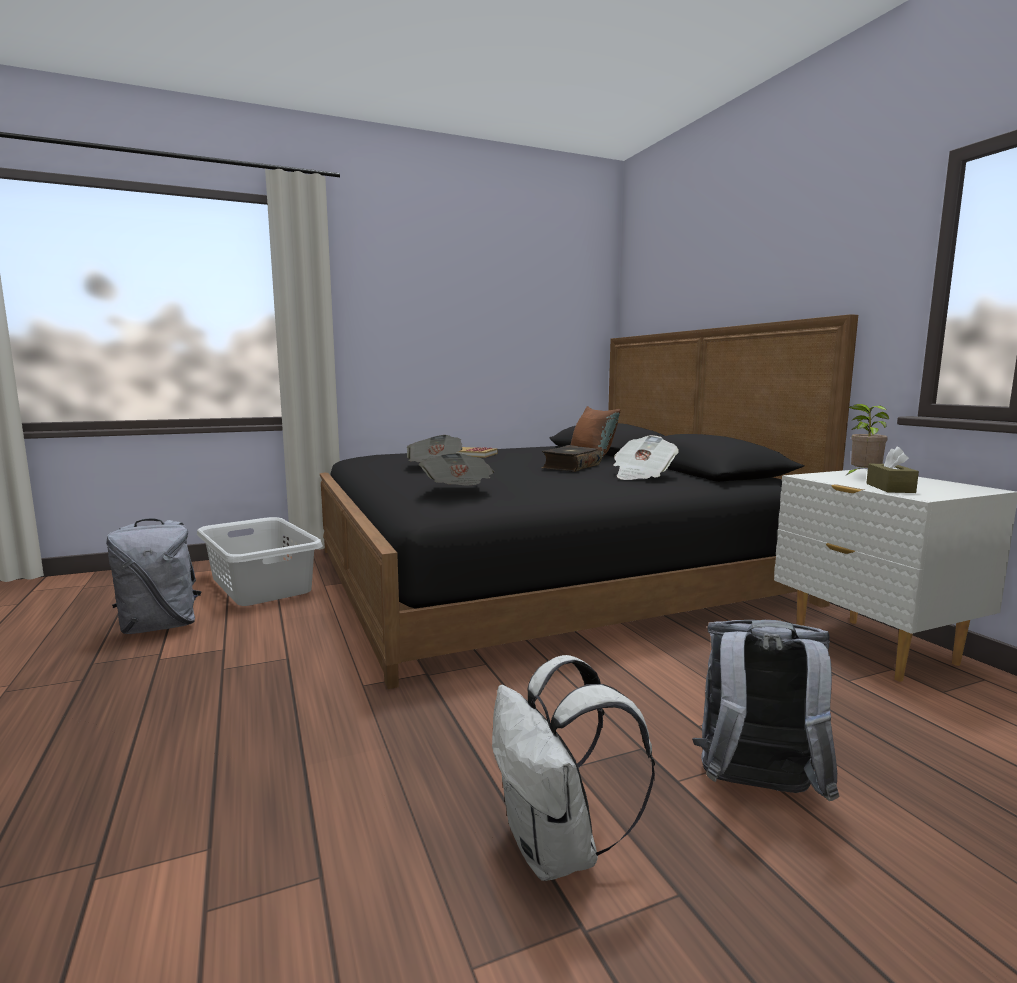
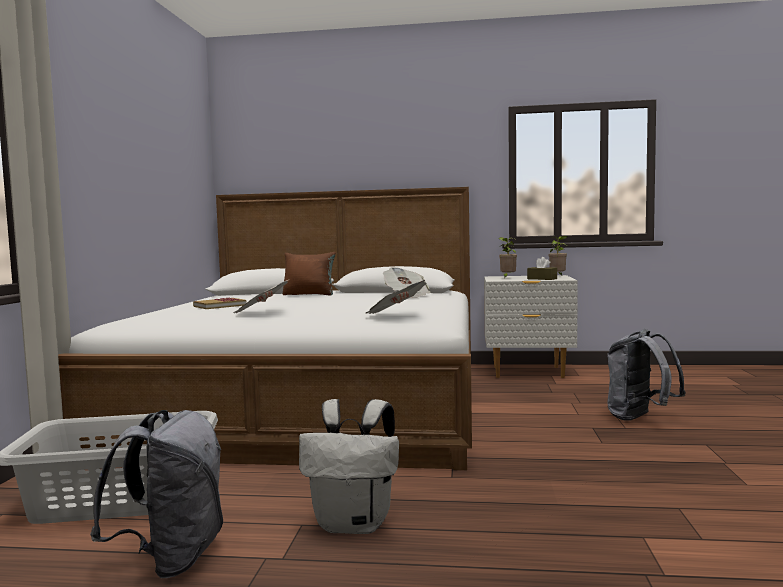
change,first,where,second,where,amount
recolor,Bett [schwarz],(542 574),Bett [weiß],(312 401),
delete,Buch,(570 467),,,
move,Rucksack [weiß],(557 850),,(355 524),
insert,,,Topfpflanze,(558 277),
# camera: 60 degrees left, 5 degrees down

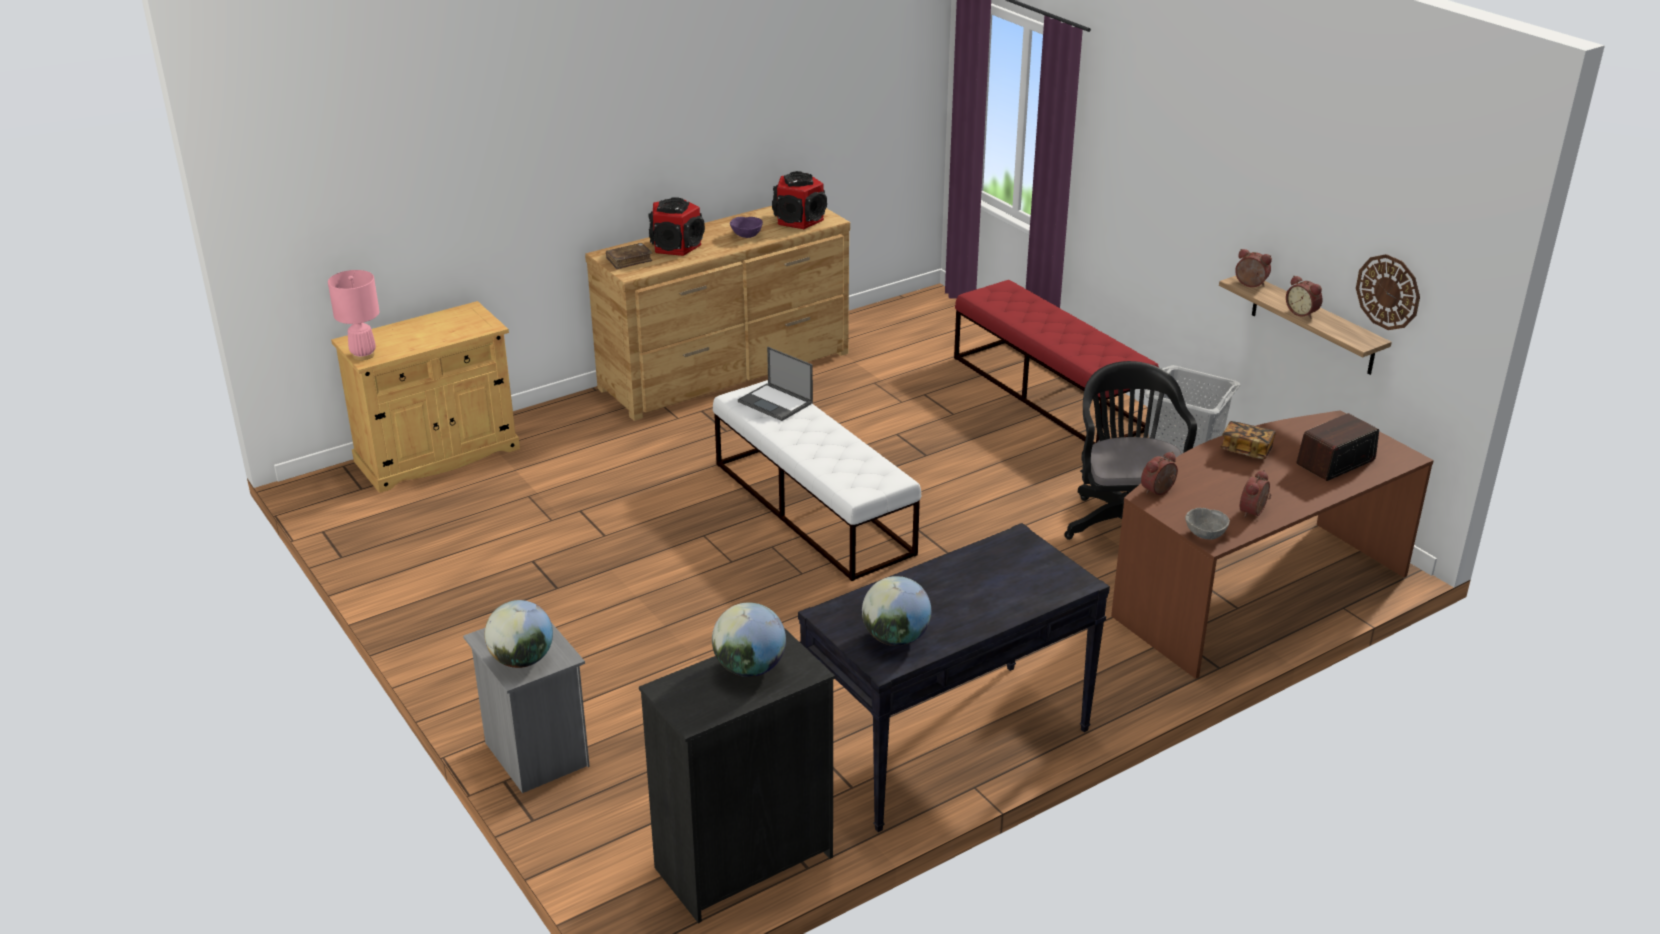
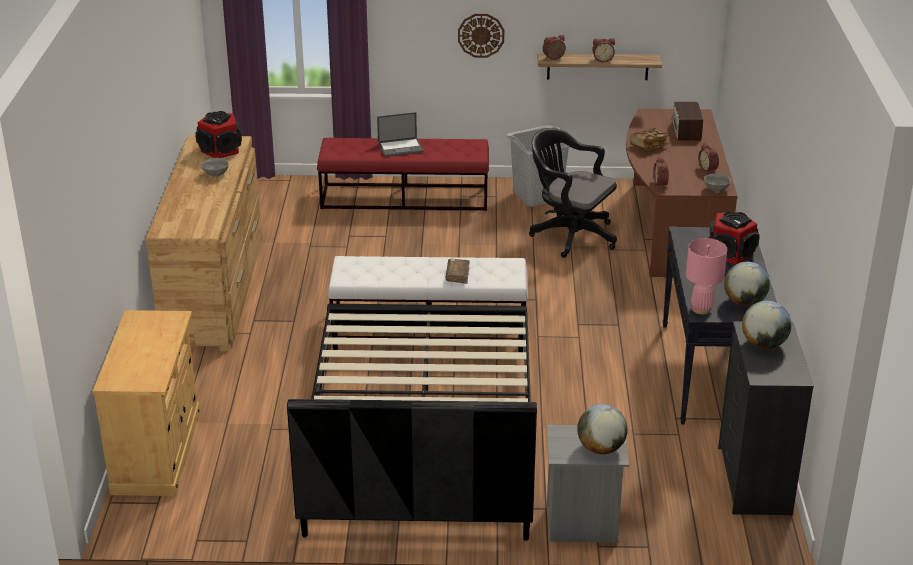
change,first,where,second,where,amount
move,Lautsprecher,(676 246),,(730 253),
recolor,Schüssel [lila],(746 236),Schüssel [grau],(215 174),
move,Buch [braun],(629 261),,(457 275),
move,Wanduhr,(1388 292),,(481 35),
move,Tischlampe [rosa],(363 355),,(701 309),
move,Laptop,(776 402),,(401 147),
insert,,,Bett [schwarz],(420 435),
# camera: 55 degrees left, 0 degrees up

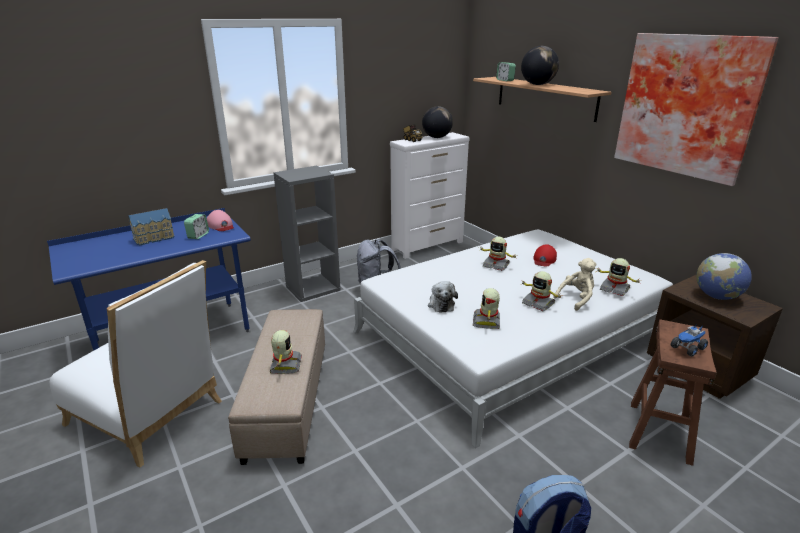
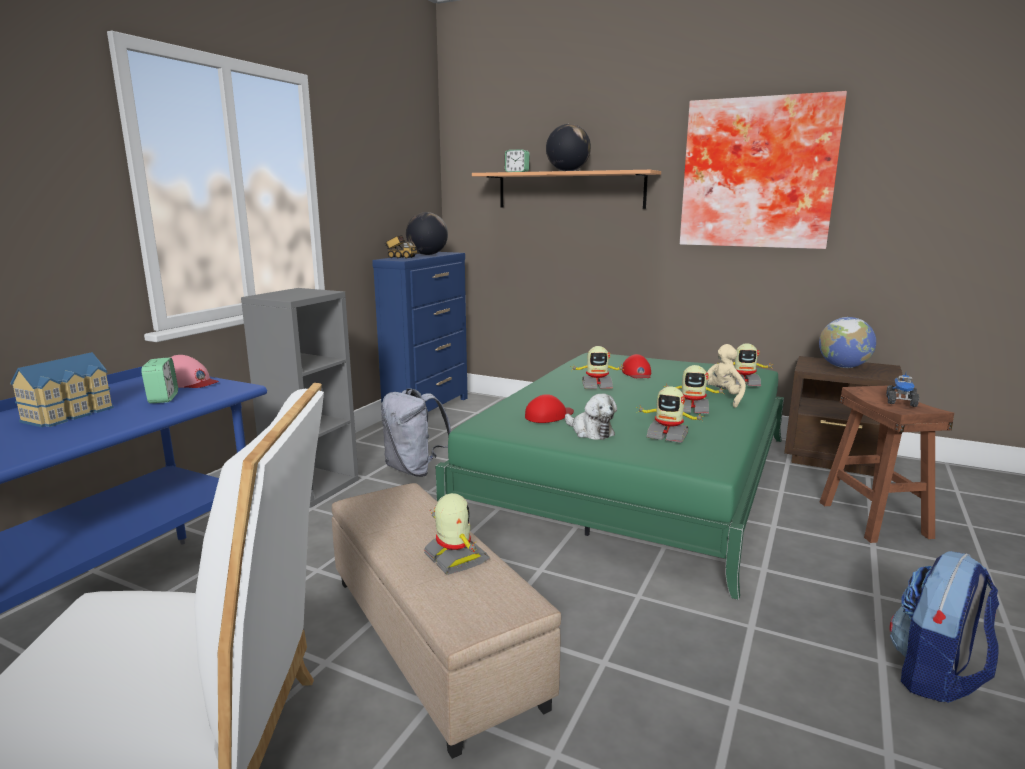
change,first,where,second,where,amount
recolor,Kommode [weiß],(428 246),Kommode [blau],(428 409),
recolor,Bett [weiß],(509 335),Bett [grün],(632 475),
rotate,Spielzeugroboter,(487 321),,(667 436),45 degrees counterclockwise
insert,,,Kappe [rot],(549 415),
# camera: 30 degrees left, 10 degrees down

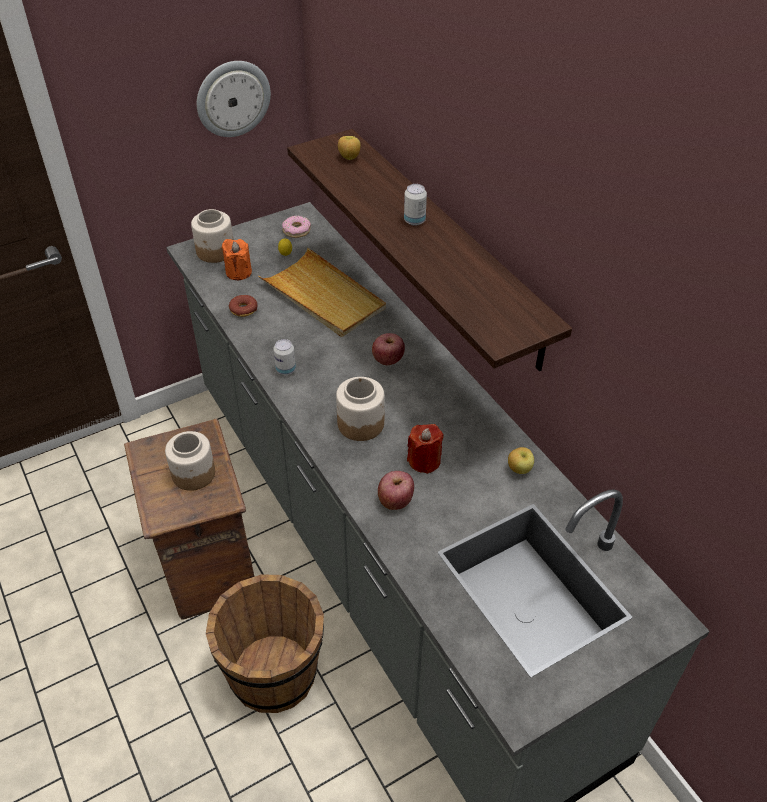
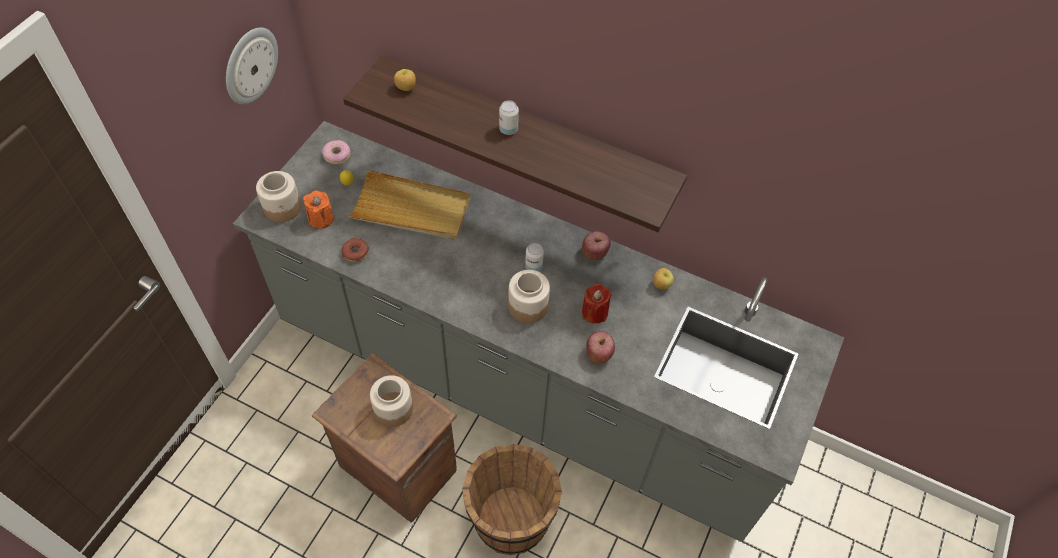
change,first,where,second,where,amount
move,Apfel,(388 360),,(594 253),
move,Dose,(285 370),,(533 266),
# camera: 35 degrees left, 10 degrees up

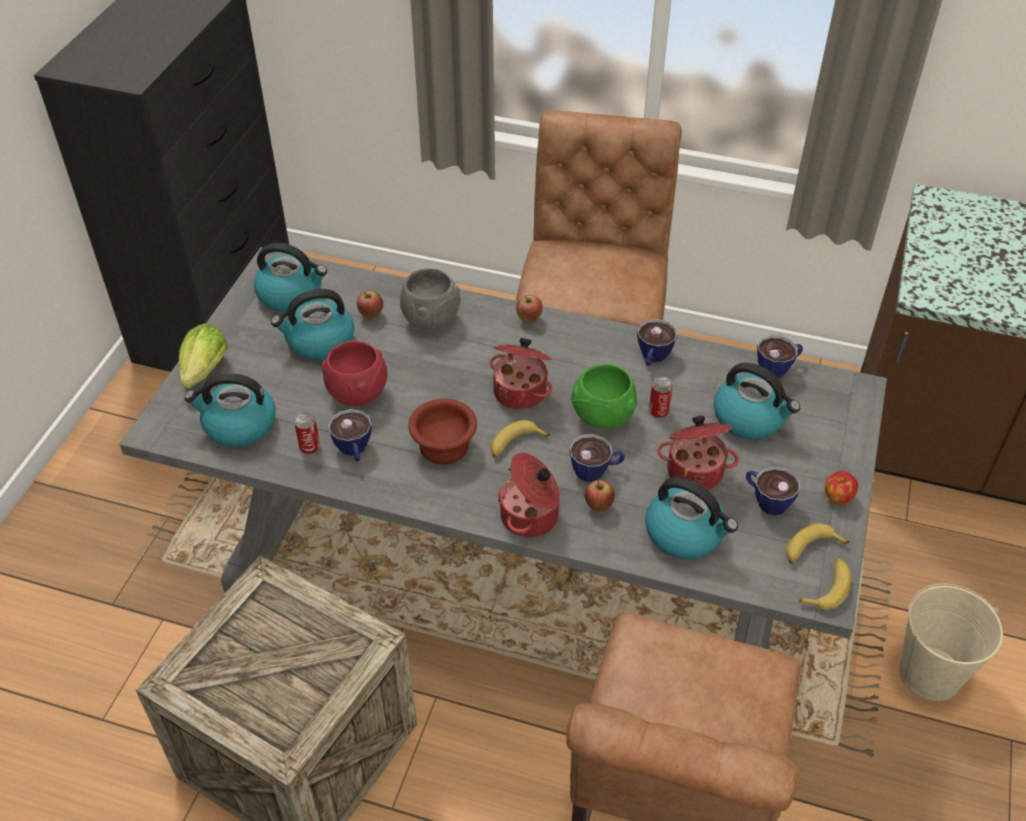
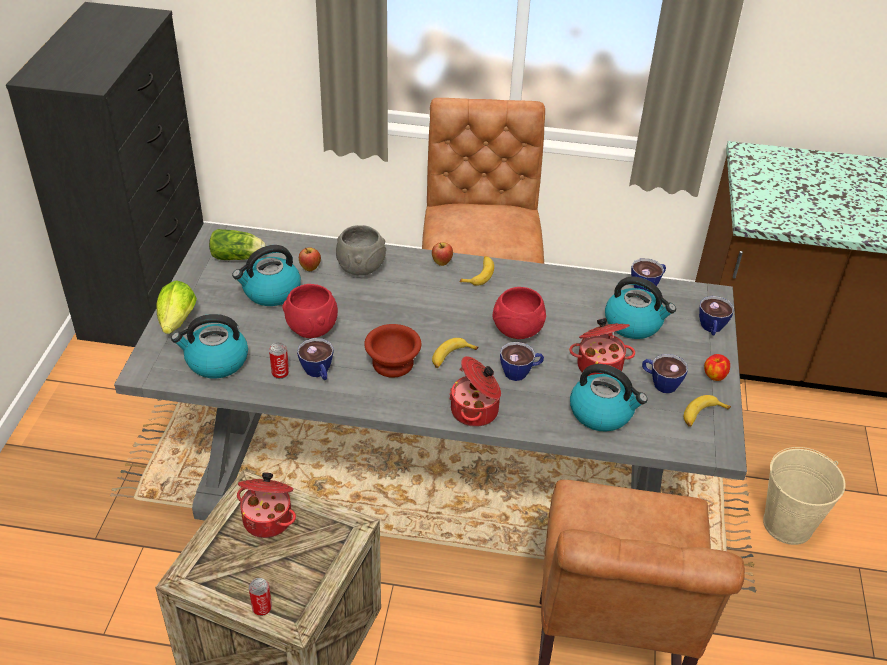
change,first,where,second,where,amount
replace,Wasserkessel,(291 294),Salatkopf,(239 257),
move,Tasse,(653 358),,(711 329),
move,Kochtopf,(521 391),,(268 518),
recolor,Schüssel [grün],(603 418),Schüssel [rot],(518 332),
move,Dose,(658 411),,(262 608),
delete,Apfel,(598 506),,,
move,Banane,(827 587),,(479 274),
# camera: 10 degrees left, 5 degrees down

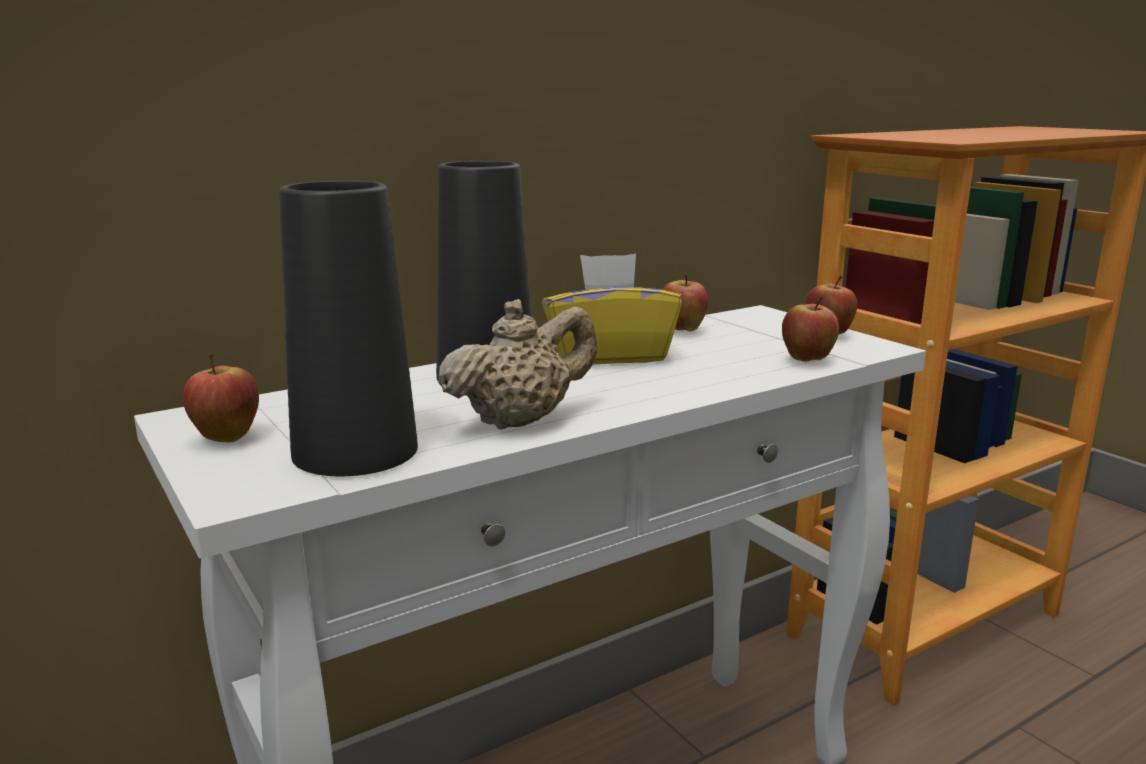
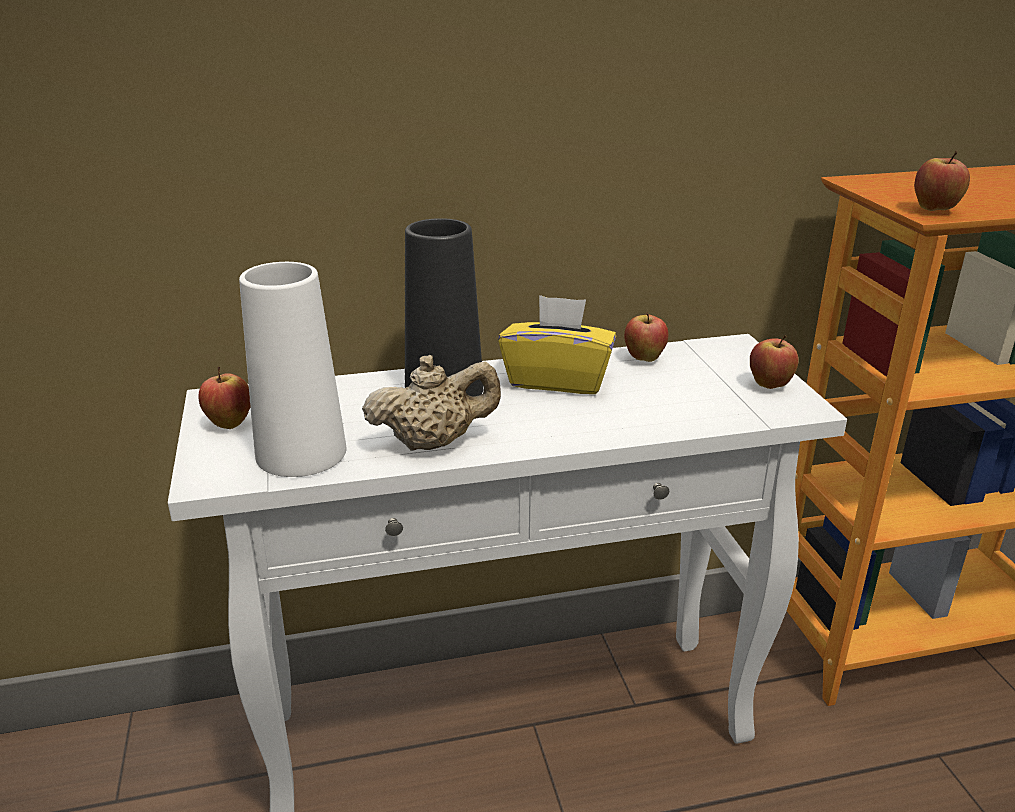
change,first,where,second,where,amount
recolor,Vase [schwarz],(355 451),Vase [weiß],(301 453),
move,Apfel,(807 361),,(935 211),
# camera: 20 degrees right, 10 degrees up

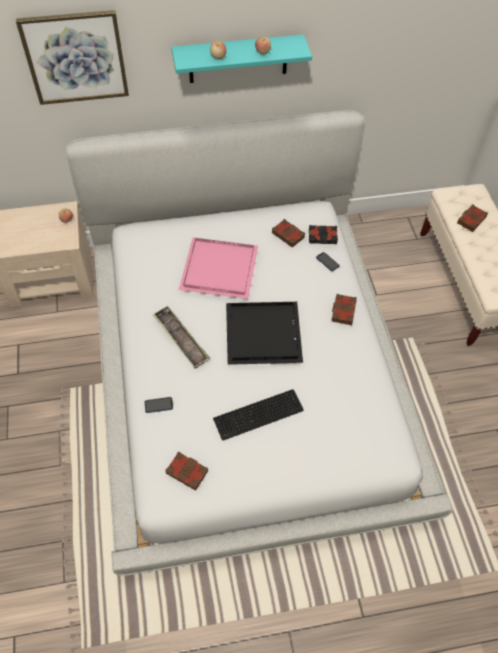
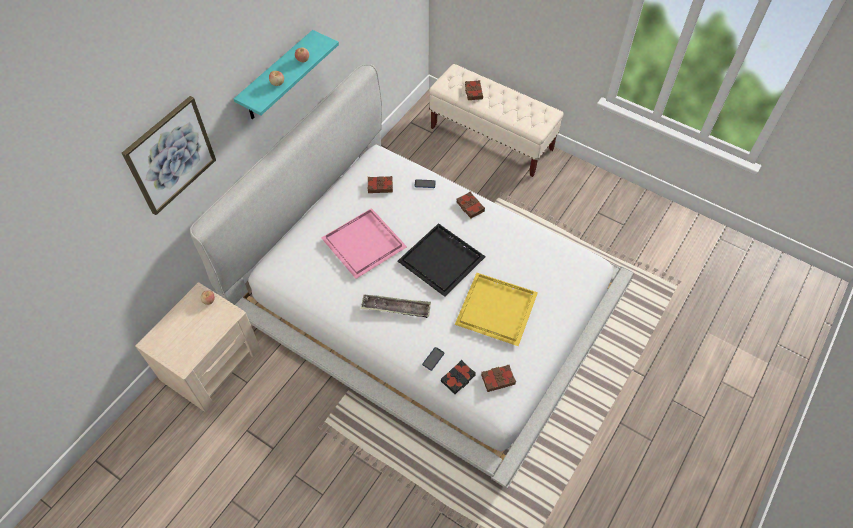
change,first,where,second,where,amount
move,Buch [schwarz],(322 237),,(458 378),
replace,Tastatur,(260 415),Tablett [gelb],(498 309),
# camera: 45 degrees left, 0 degrees up

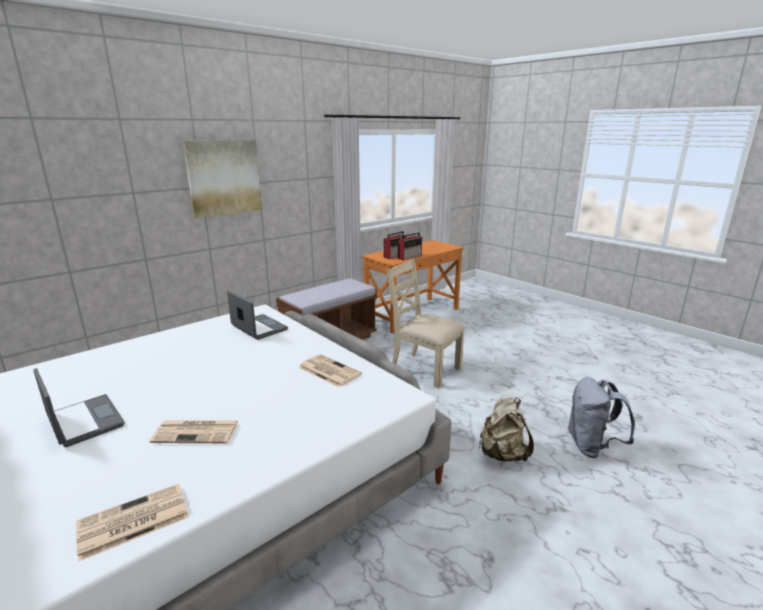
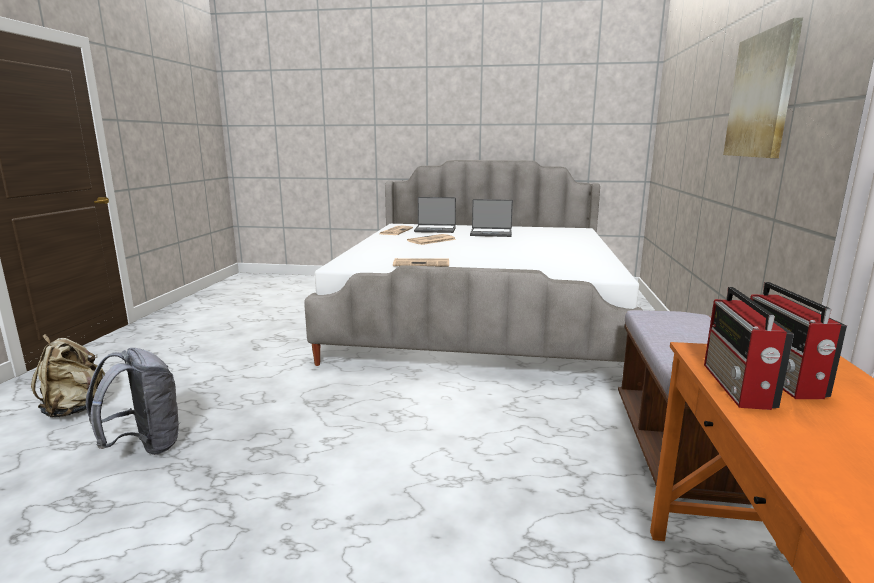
change,first,where,second,where,amount
delete,Stuhl [beige],(424 369),,,
move,Laptop,(258 328),,(435 230),
move,Rucksack [beige],(502 454),,(74 409),
# camera: 140 degrees right, 5 degrees down

